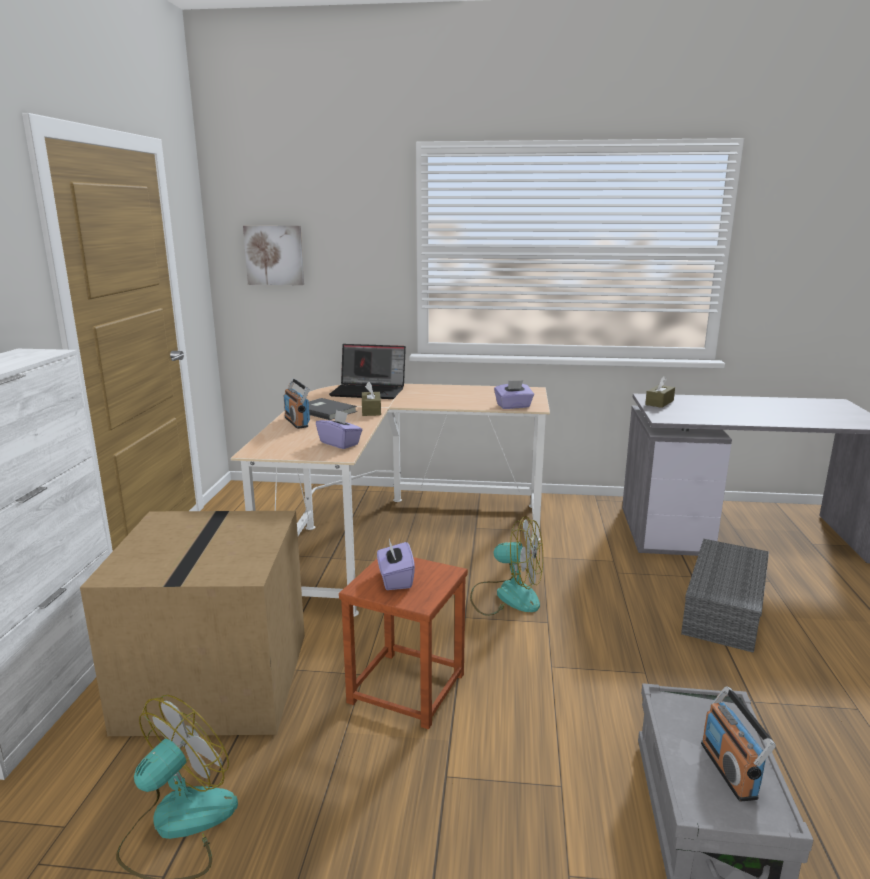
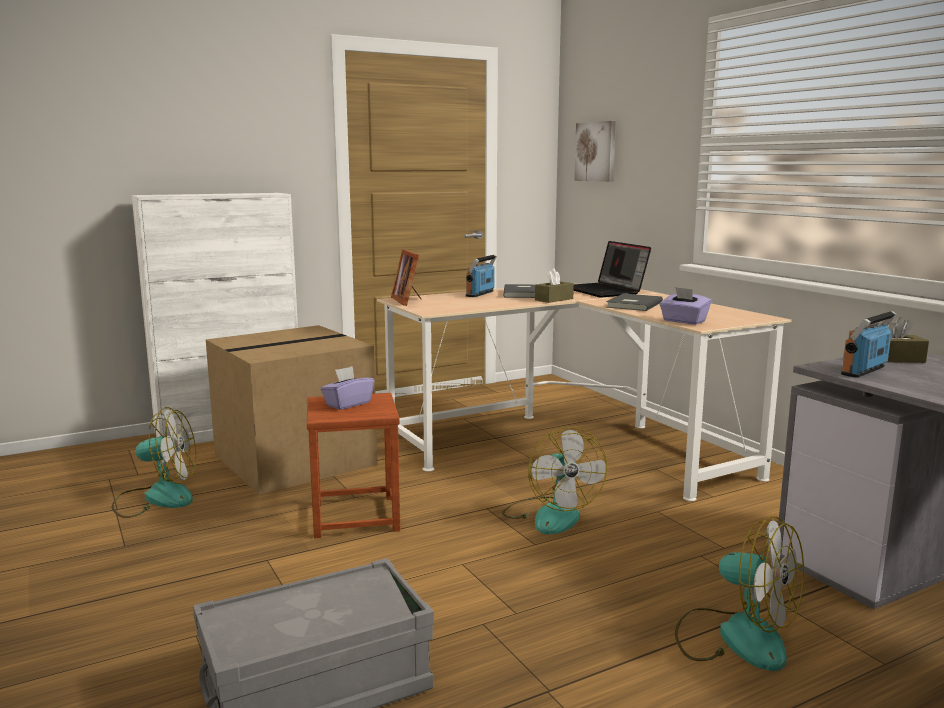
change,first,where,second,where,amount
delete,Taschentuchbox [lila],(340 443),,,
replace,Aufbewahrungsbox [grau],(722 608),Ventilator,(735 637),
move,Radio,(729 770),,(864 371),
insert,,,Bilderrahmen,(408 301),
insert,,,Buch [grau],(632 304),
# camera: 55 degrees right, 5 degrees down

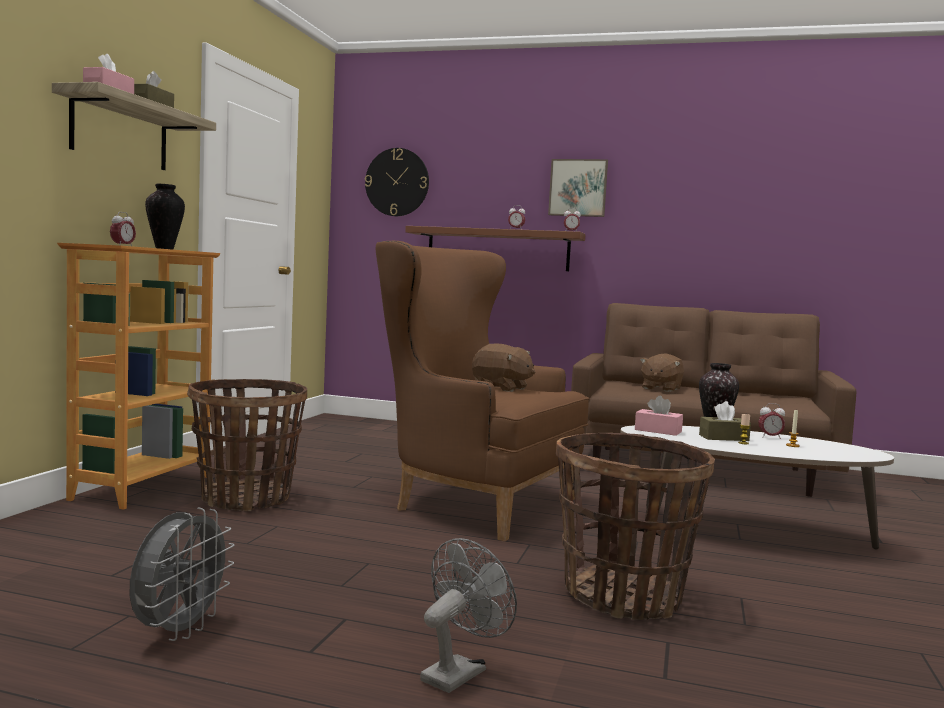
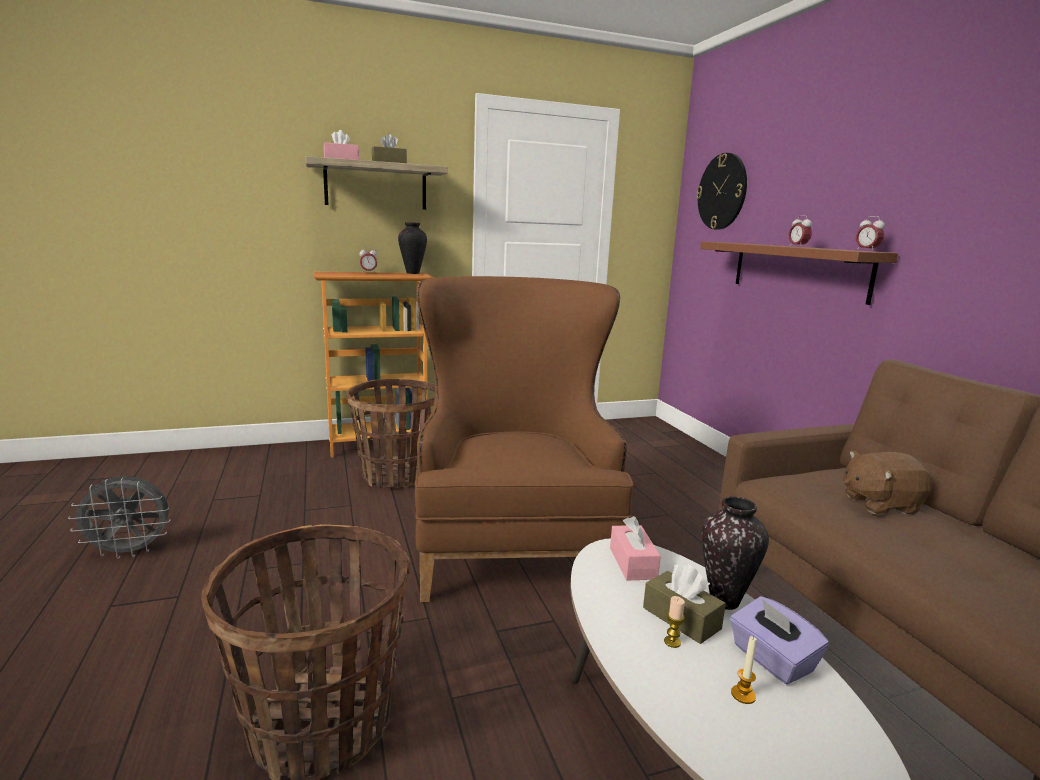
change,first,where,second,where,amount
delete,Bild,(578 188),,,
delete,Plüschtier [braun],(501 388),,,
replace,Wecker,(770 437),Taschentuchbox [lila],(771 659),
delete,Ventilator [grau],(459 672),,,
# camera: 55 degrees right, 10 degrees up

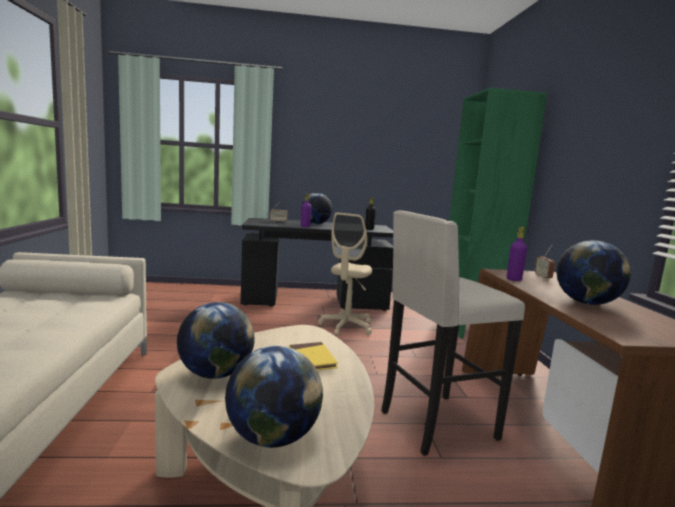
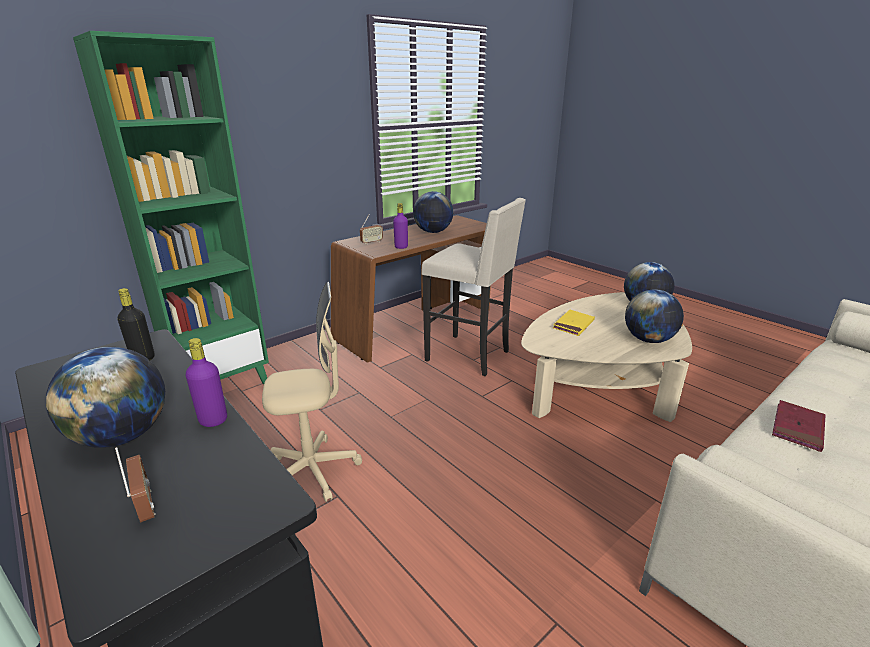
change,first,where,second,where,amount
insert,,,Buch [rot],(797 428),
# camera: 125 degrees left, 15 degrees up

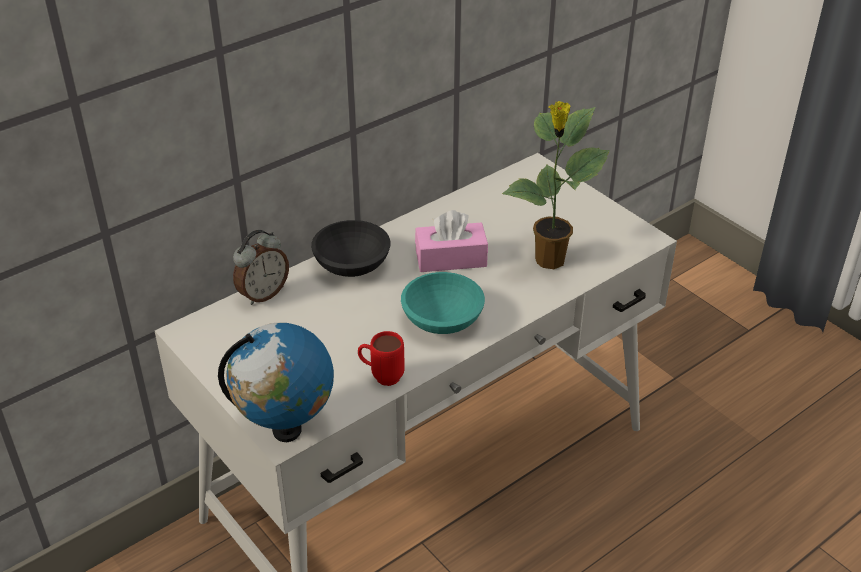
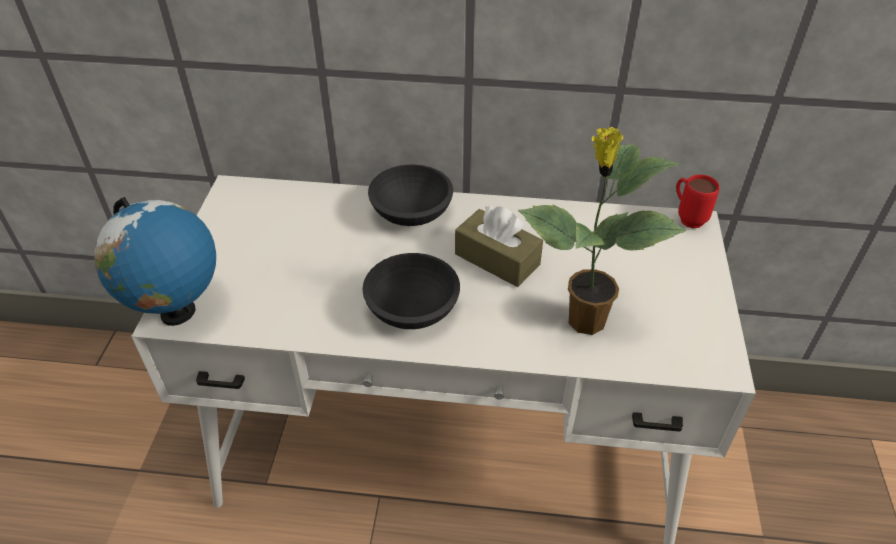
change,first,where,second,where,amount
recolor,Taschentuchbox [rosa],(451 258),Taschentuchbox [braun],(497 259),
delete,Wecker,(263 294),,,
recolor,Schüssel [türkis],(443 321),Schüssel [schwarz],(413 310),
move,Henkelbecher [rot],(381 376),,(687 217),
# camera: 45 degrees right, 5 degrees up

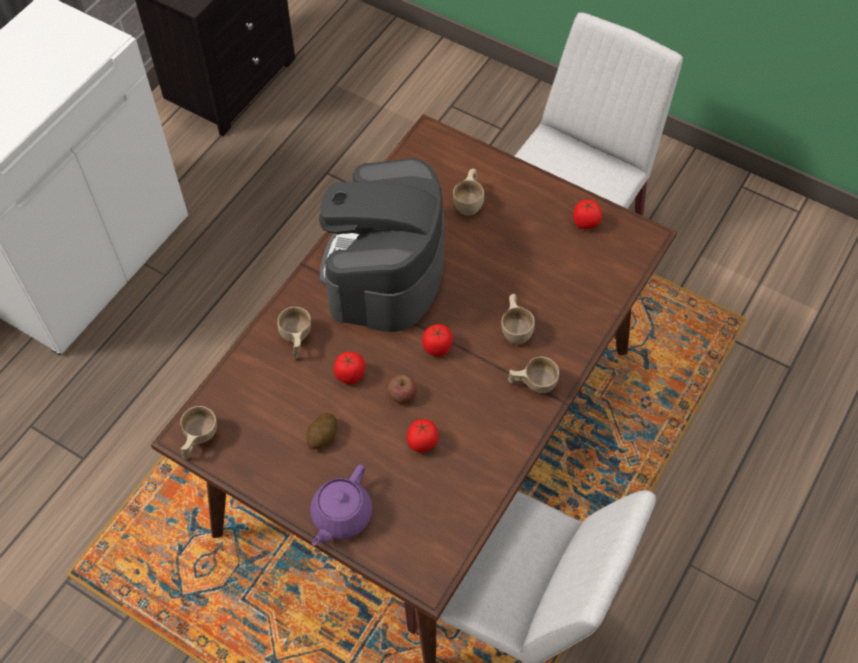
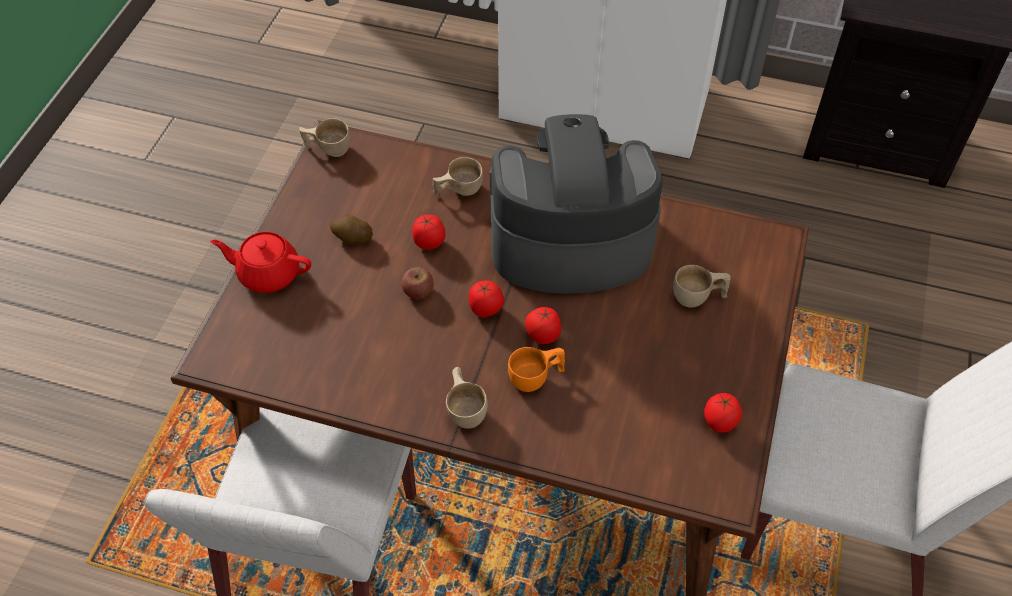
change,first,where,second,where,amount
recolor,Tasse [beige],(516 328),Tasse [orange],(536 378),
move,Tomate,(422 443),,(542 335),
recolor,Teekanne [lila],(341 515),Teekanne [rot],(268 273),
# camera: 75 degrees right, 5 degrees down

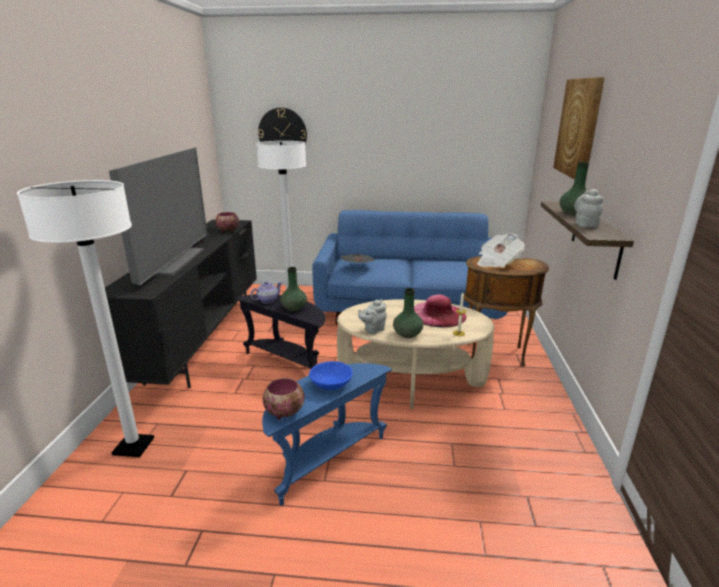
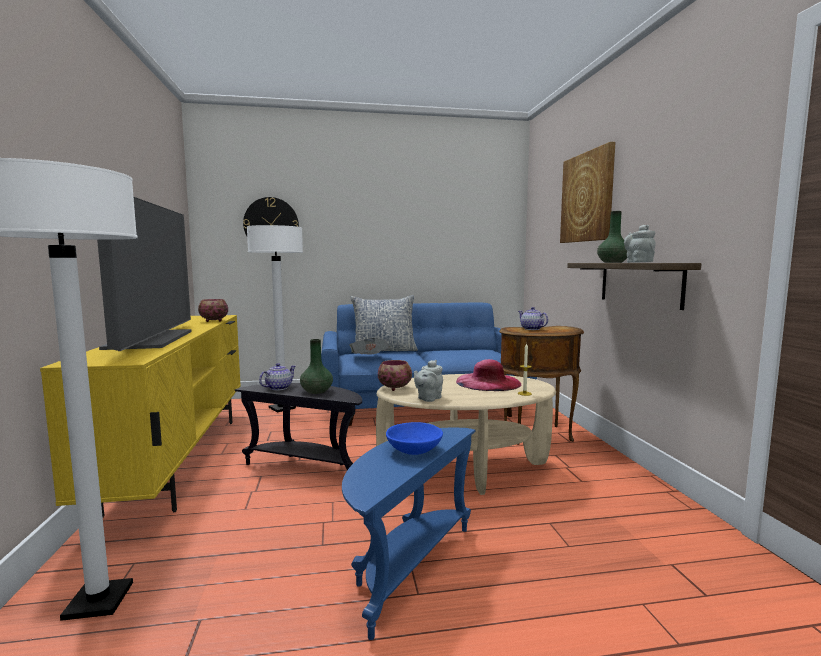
change,first,where,second,where,amount
recolor,Fernsehschrank [schwarz],(203 342),Fernsehschrank [gelb],(181 459),
replace,Zeitung,(497 262),Teekanne,(532 329),
delete,Vase [grün],(407 334),,,
move,Schüssel,(285 412),,(395 388),
insert,,,Kissen,(384 351),
# camera: 15 degrees left, 15 degrees down

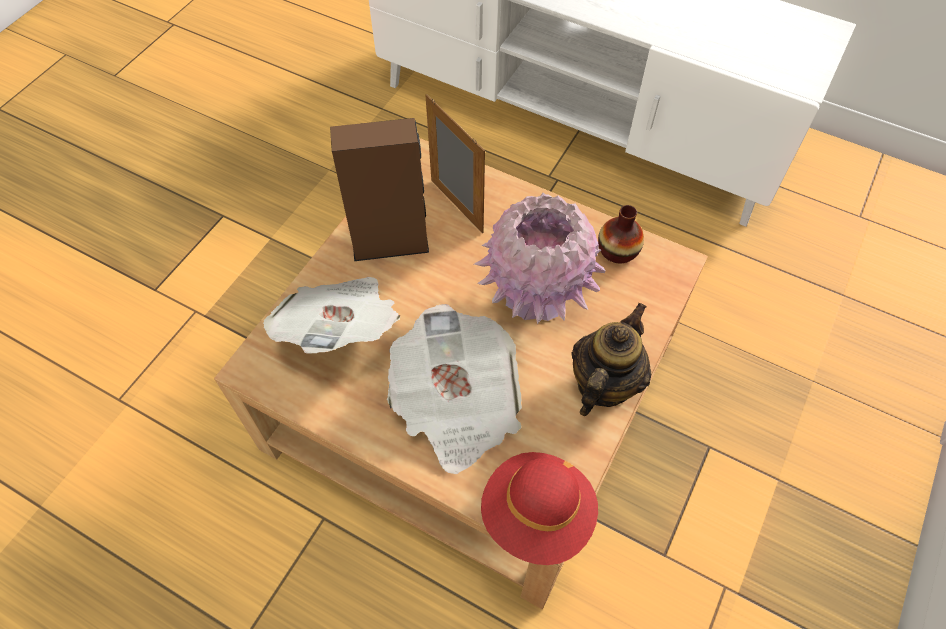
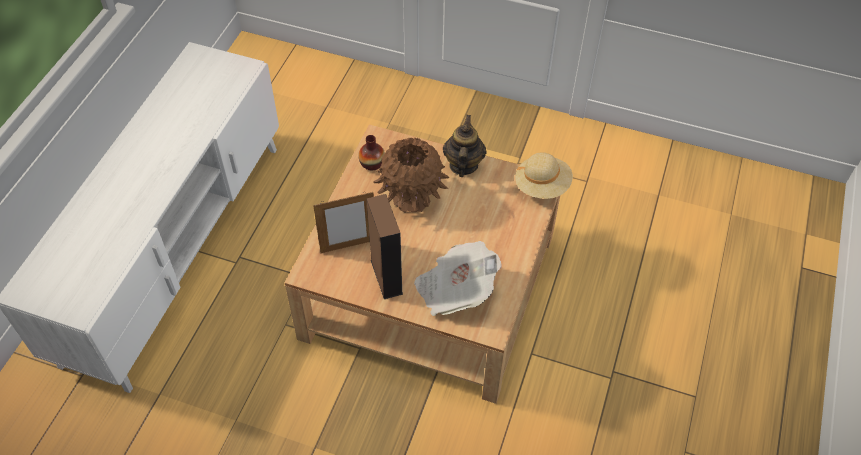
change,first,where,second,where,amount
rotate,Bilderrahmen,(456 206),,(348 246),150 degrees counterclockwise
recolor,Vase [rosa],(536 295),Vase [braun],(411 198),
rotate,Teekanne,(603 384),,(463 165),75 degrees clockwise
delete,Zeitung,(456 406),,,
recolor,Hut [rot],(537 515),Hut [beige],(542 186),
# camera: 100 degrees left, 5 degrees down

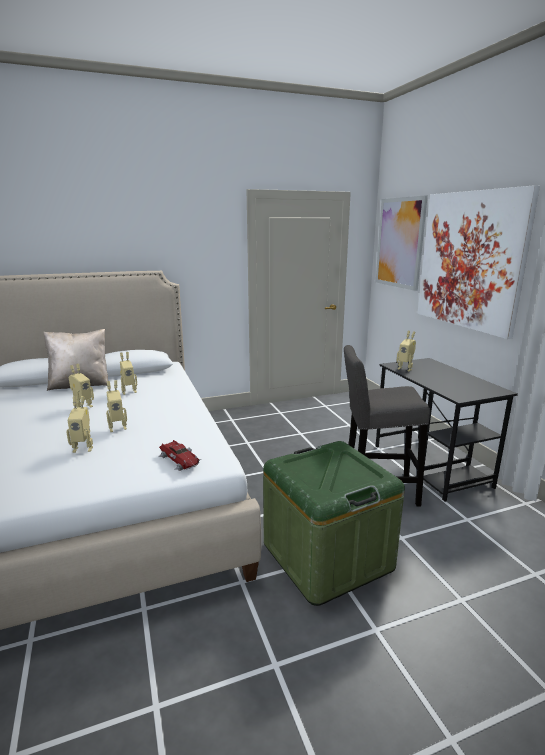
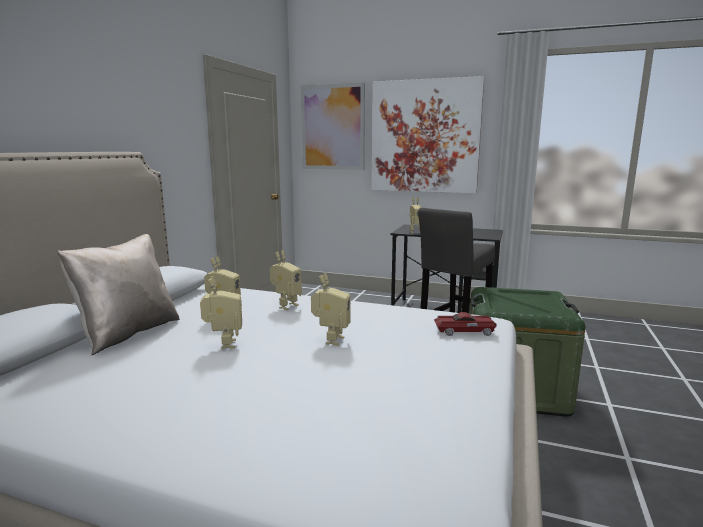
change,first,where,second,where,amount
move,Spielzeugroboter,(83 448),,(286 306),
# camera: 50 degrees left, 5 degrees down

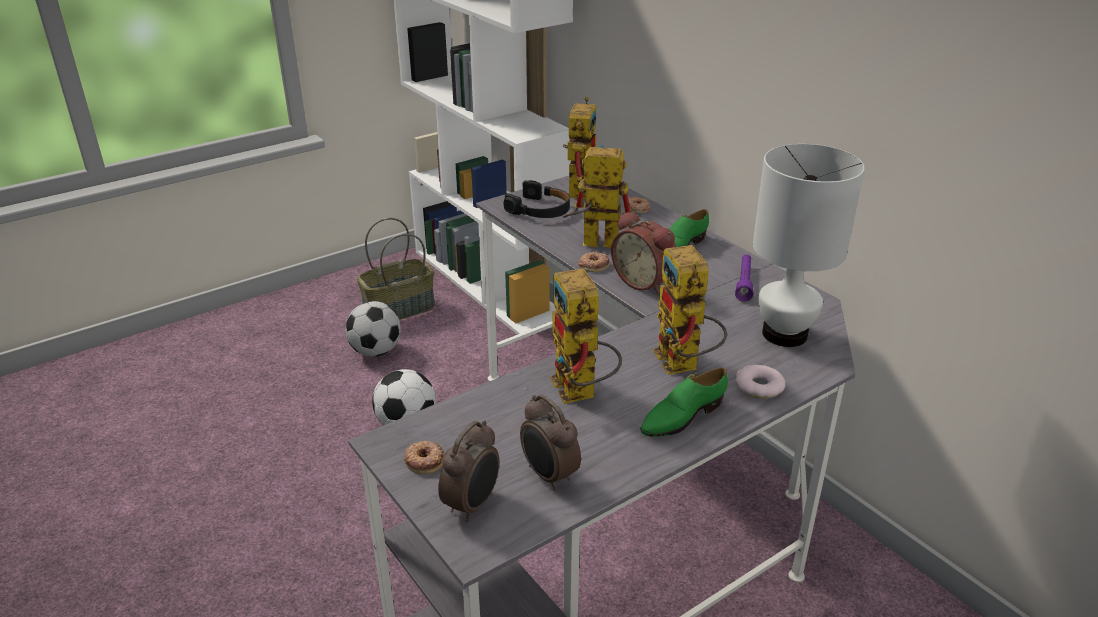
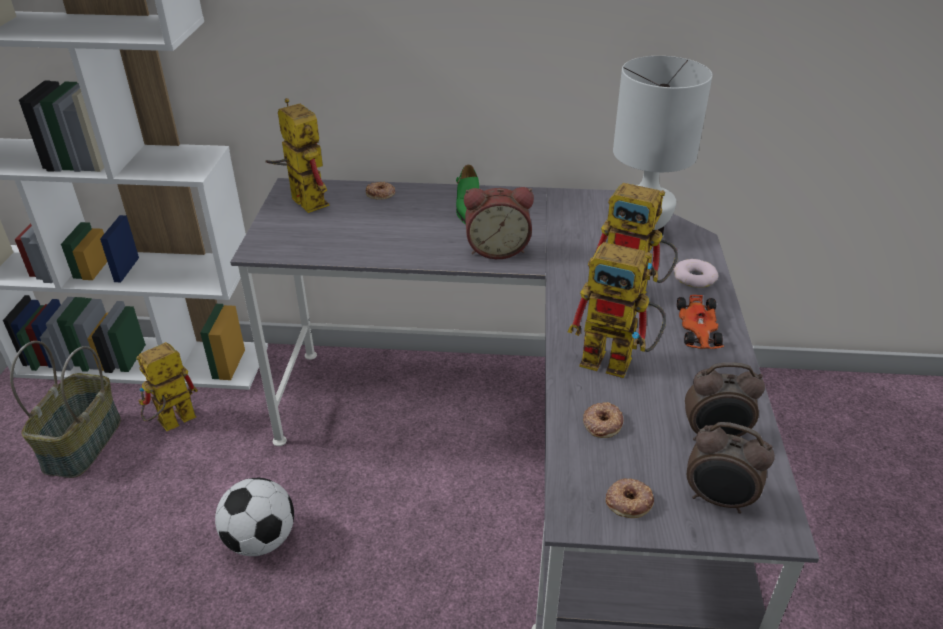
change,first,where,second,where,amount
move,Spielzeugroboter,(592 243),,(171 424),
delete,Kopfhörer [schwarz],(540 210),,,
move,Donut,(593 265),,(602 423),
delete,Taschenlampe [lila],(744 283),,,
delete,Fußball,(376 351),,,
replace,Schuh [grün],(682 417),Spielzeugauto,(698 330),
rotate,Wecker,(473 505),,(718 500),135 degrees clockwise
# camera: 50 degrees left, 5 degrees up

